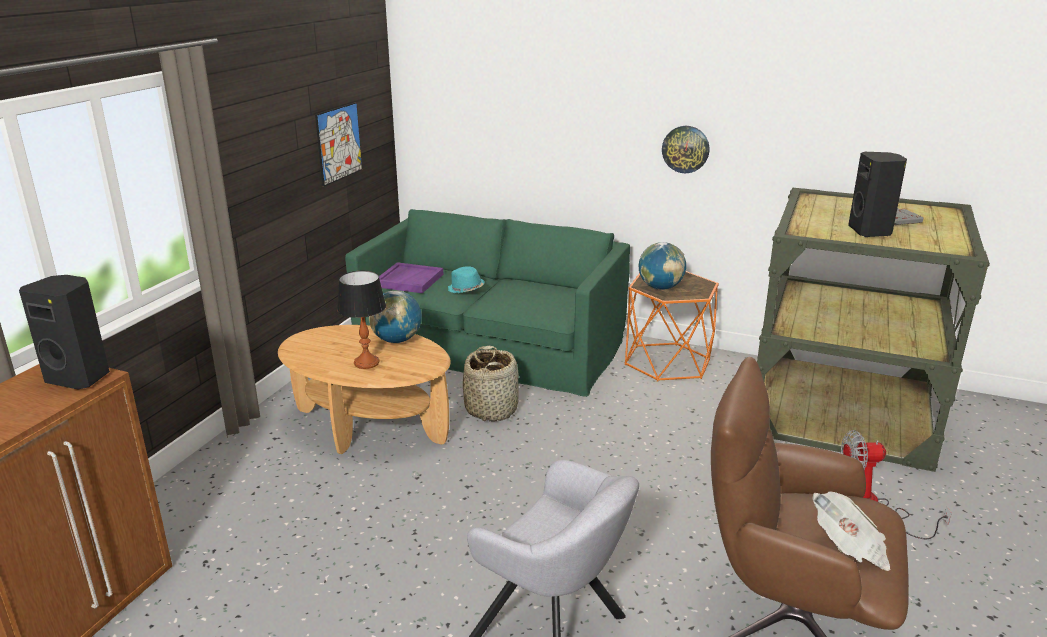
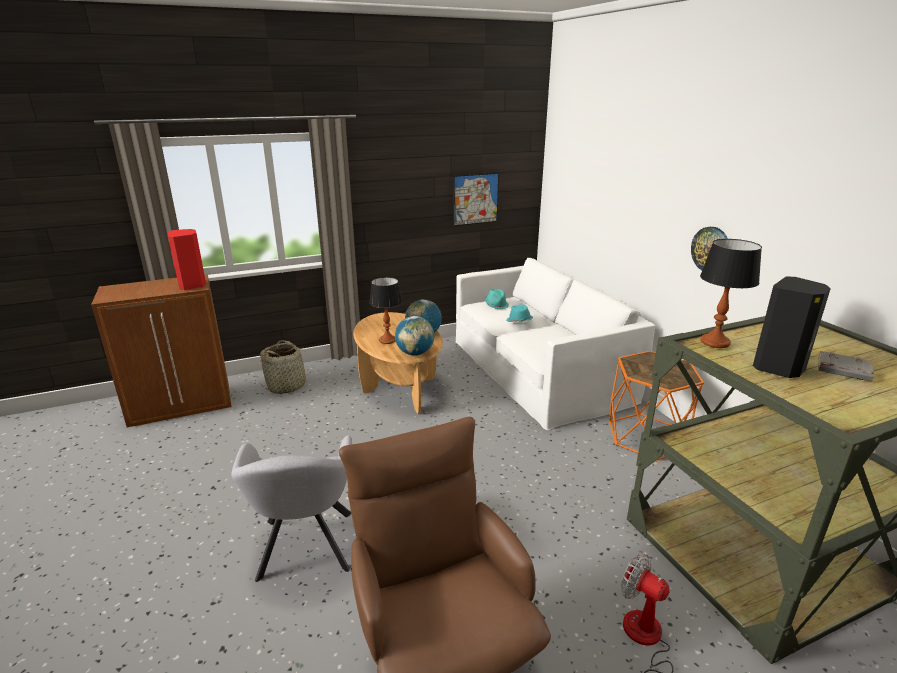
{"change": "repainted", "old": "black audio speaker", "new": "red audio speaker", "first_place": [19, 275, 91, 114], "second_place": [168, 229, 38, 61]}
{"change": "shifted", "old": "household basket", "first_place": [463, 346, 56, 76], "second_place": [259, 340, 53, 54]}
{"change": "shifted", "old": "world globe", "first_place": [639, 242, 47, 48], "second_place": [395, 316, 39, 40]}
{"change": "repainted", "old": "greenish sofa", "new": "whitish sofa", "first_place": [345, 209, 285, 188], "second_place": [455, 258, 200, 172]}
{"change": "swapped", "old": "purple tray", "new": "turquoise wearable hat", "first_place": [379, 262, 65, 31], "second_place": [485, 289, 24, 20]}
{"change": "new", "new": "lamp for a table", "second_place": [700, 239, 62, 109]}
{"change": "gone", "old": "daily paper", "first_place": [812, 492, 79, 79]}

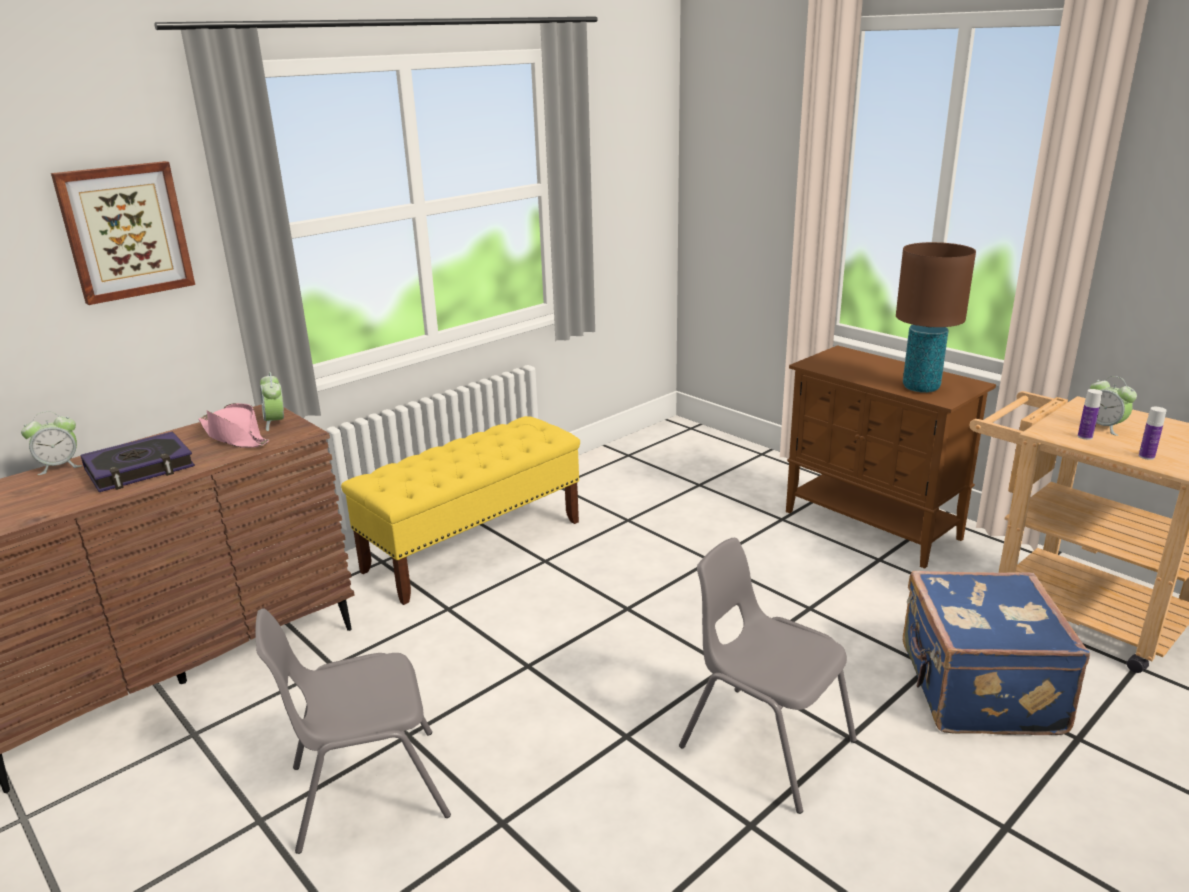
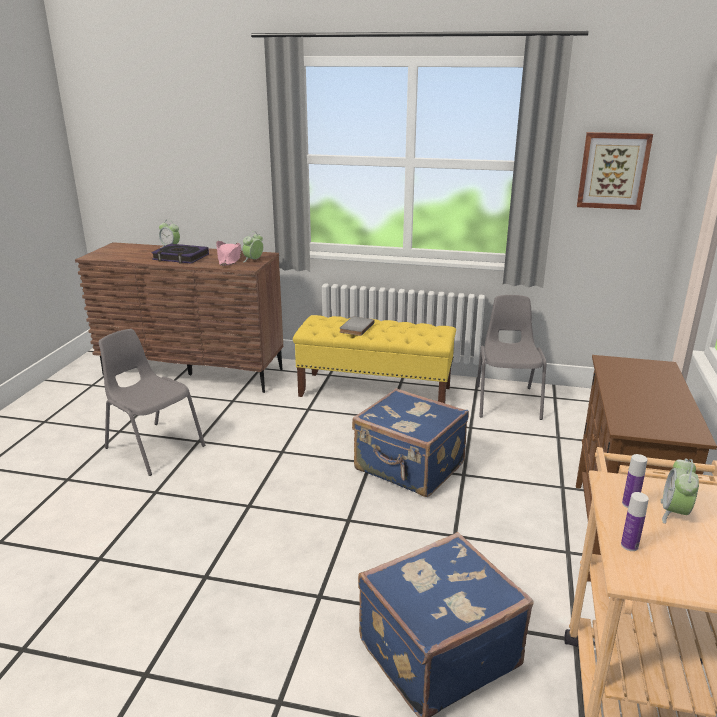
{"change": "new", "new": "greyish book", "second_place": [340, 317, 35, 19]}
{"change": "new", "new": "blue-coloured travel case", "second_place": [352, 388, 117, 109]}
{"change": "shifted", "old": "greyish upright chair", "first_place": [679, 538, 178, 276], "second_place": [476, 295, 70, 125]}
{"change": "shifted", "old": "picture", "first_place": [51, 161, 144, 144], "second_place": [577, 132, 76, 78]}
{"change": "gone", "old": "brownish lamp for a table", "first_place": [896, 242, 80, 151]}

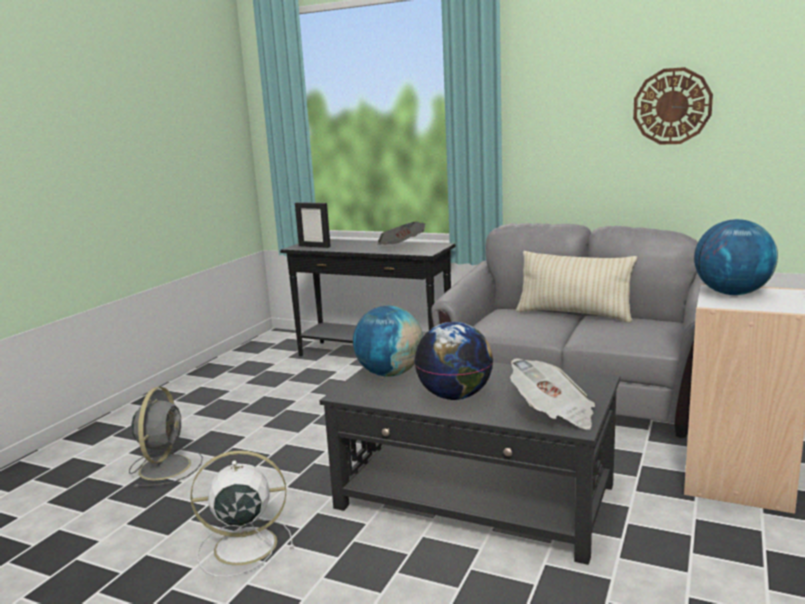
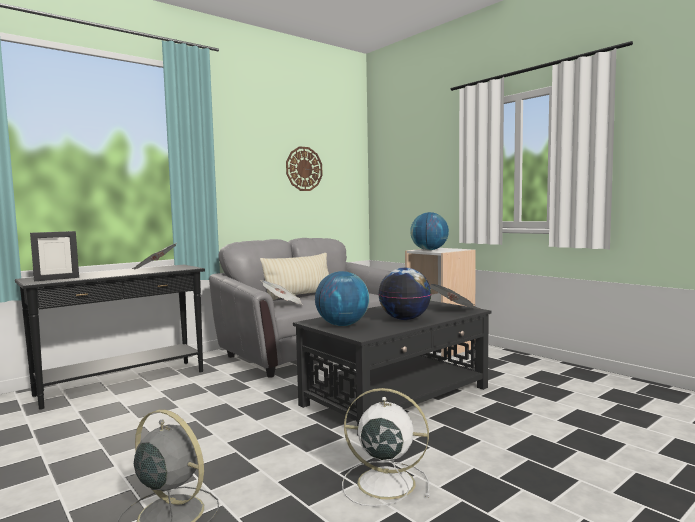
{"change": "new", "new": "daily paper", "second_place": [260, 280, 43, 25]}
{"change": "rotated", "old": "whitish electric fan", "first_place": [190, 450, 104, 127], "second_place": [342, 388, 87, 119], "degrees": 90}

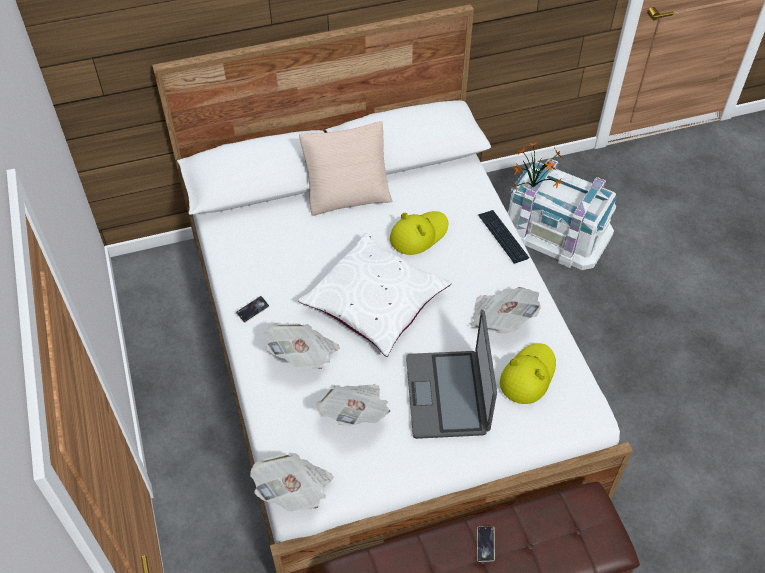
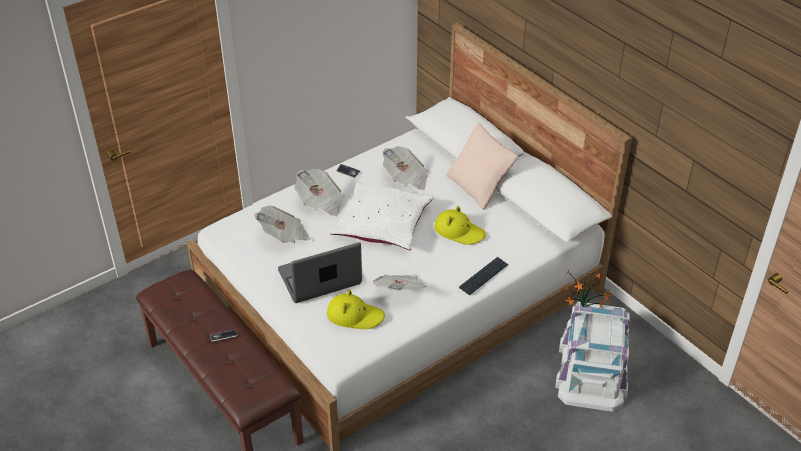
{"change": "shifted", "old": "daily paper", "first_place": [250, 453, 83, 59], "second_place": [383, 147, 45, 43]}

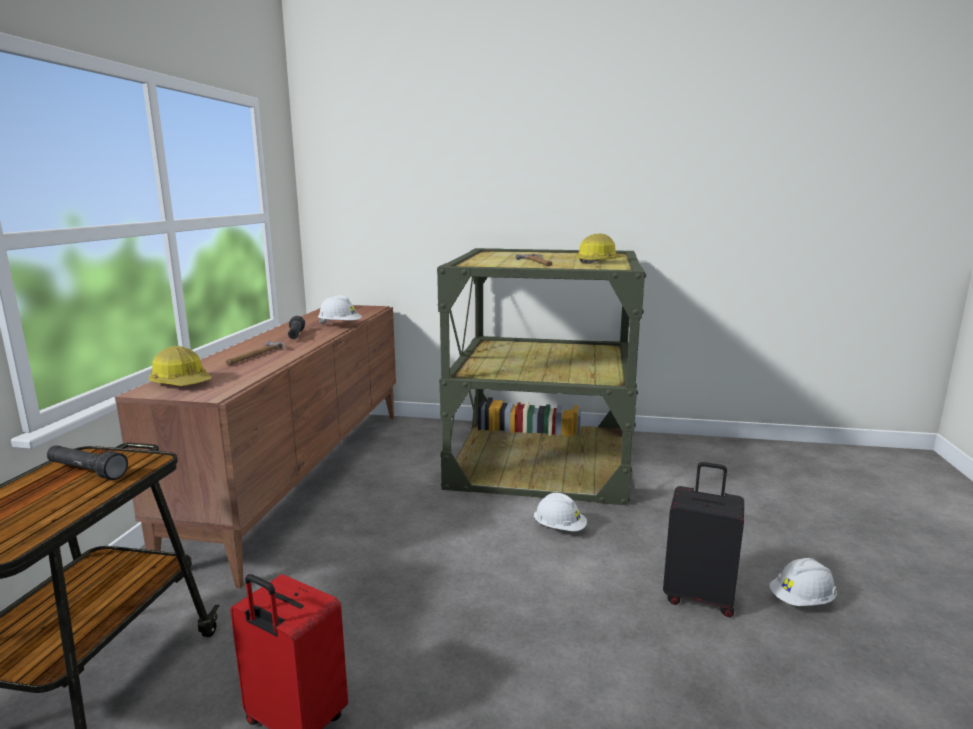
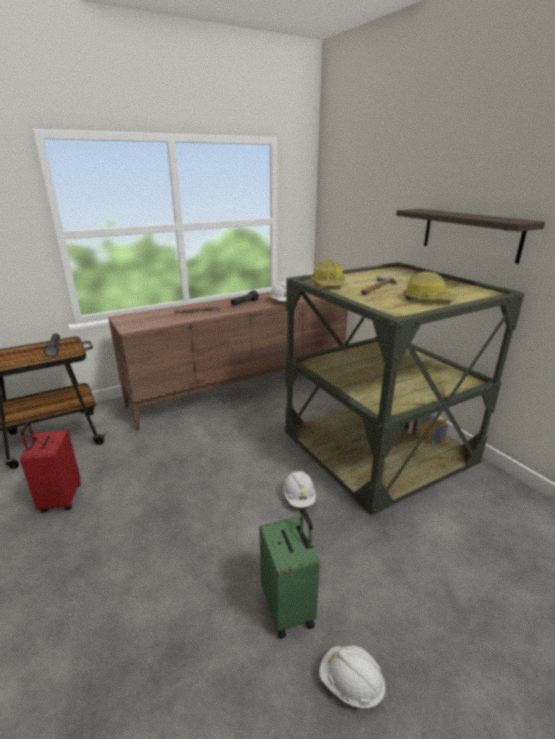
{"change": "repainted", "old": "black travel case", "new": "greenish travel case", "first_place": [663, 462, 81, 155], "second_place": [260, 508, 60, 130]}
{"change": "shifted", "old": "safety helmet", "first_place": [149, 346, 63, 40], "second_place": [311, 259, 34, 27]}
{"change": "new", "new": "wall shelf", "second_place": [396, 209, 149, 55]}

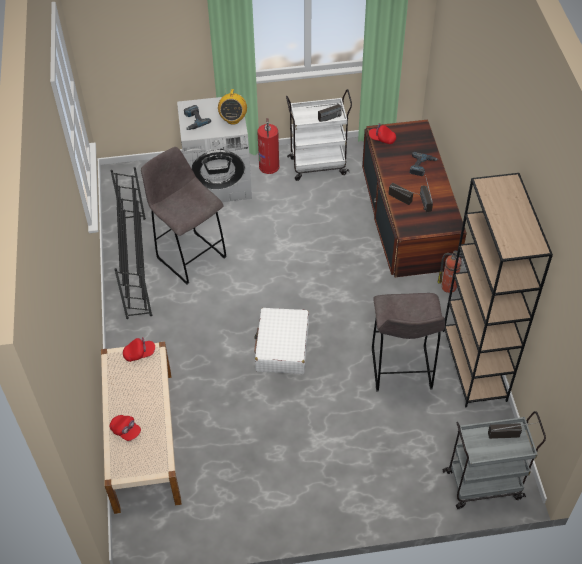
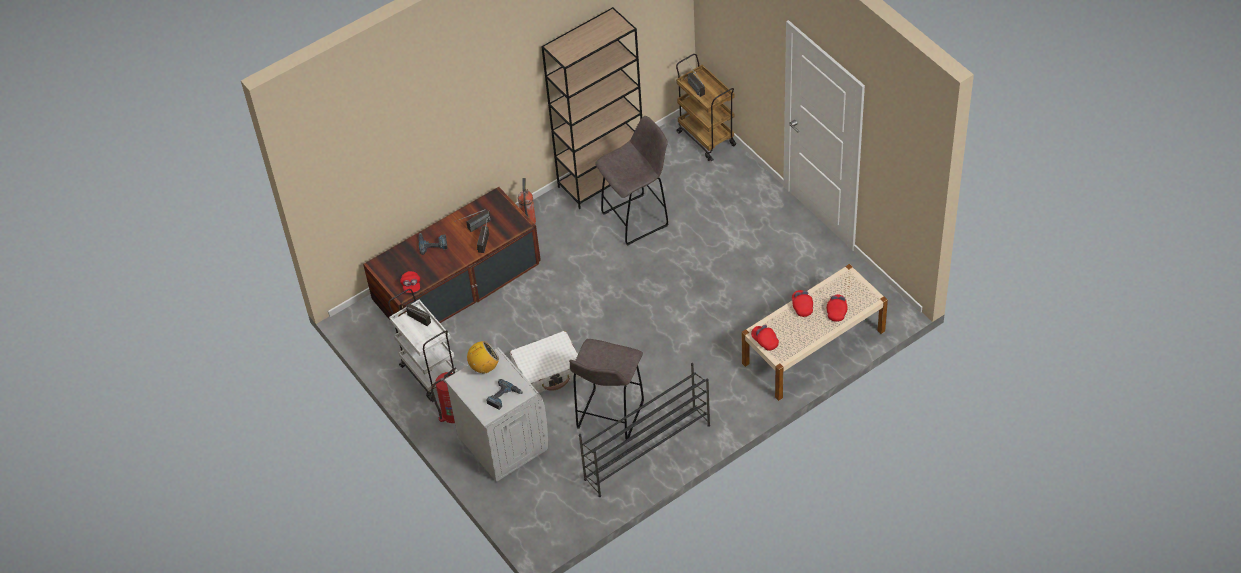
{"change": "shifted", "old": "whitish travel case", "first_place": [254, 308, 55, 66], "second_place": [510, 331, 71, 62]}
{"change": "repainted", "old": "greyish cart", "new": "brownish cart", "first_place": [443, 411, 103, 98], "second_place": [676, 54, 60, 107]}
{"change": "new", "new": "red peaked cap", "second_place": [792, 290, 21, 27]}

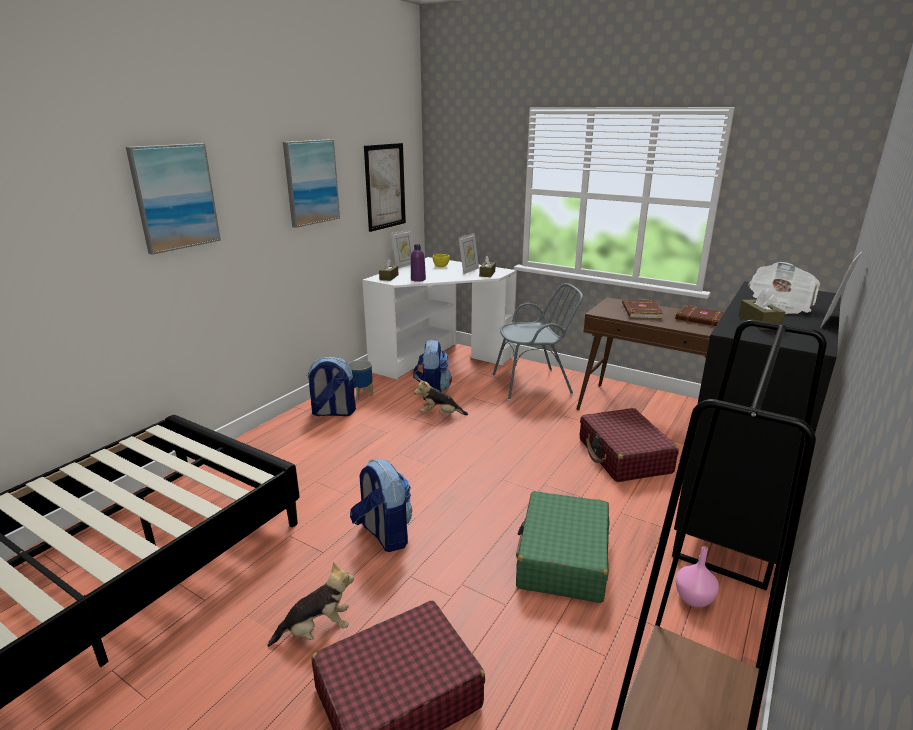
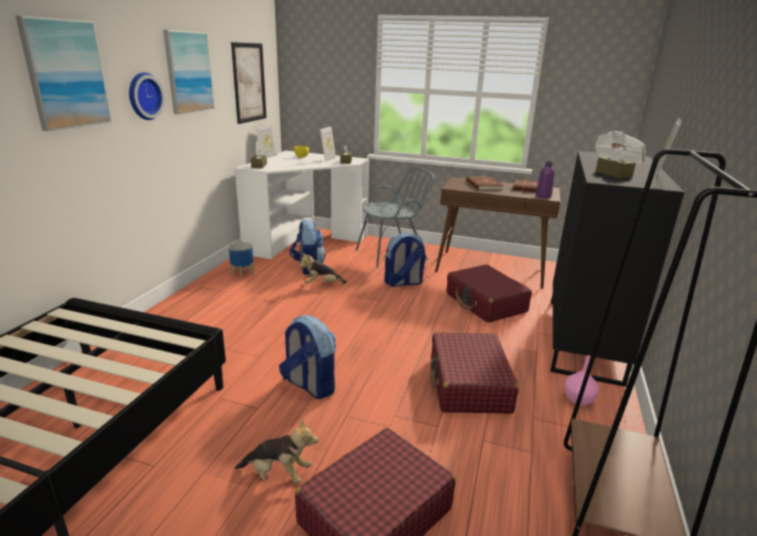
{"change": "new", "new": "hanging clock", "second_place": [129, 72, 36, 48]}
{"change": "rotated", "old": "plush toy", "first_place": [267, 562, 87, 85], "second_place": [234, 417, 85, 66], "degrees": 45}
{"change": "shifted", "old": "rucksack", "first_place": [306, 356, 50, 60], "second_place": [384, 233, 41, 54]}
{"change": "repainted", "old": "greenish travel case", "new": "red travel case", "first_place": [516, 491, 94, 112], "second_place": [430, 333, 89, 81]}
{"change": "shifted", "old": "purple drink bottle", "first_place": [411, 244, 15, 38], "second_place": [536, 161, 19, 37]}

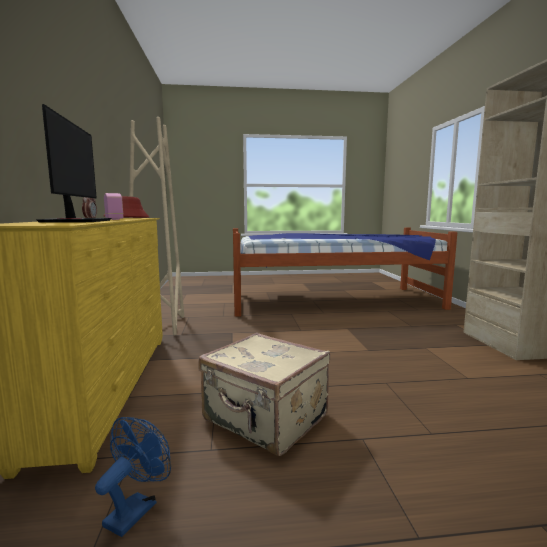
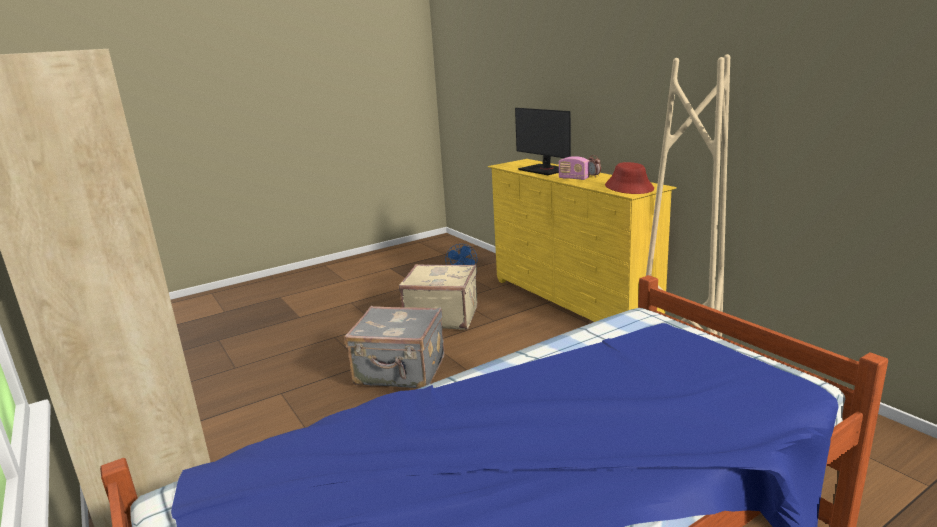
{"change": "new", "new": "greyish travel case", "second_place": [345, 306, 100, 82]}

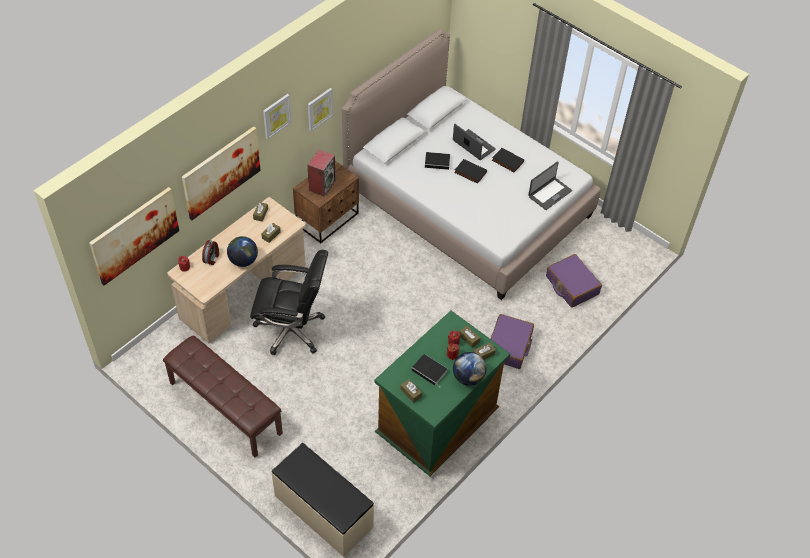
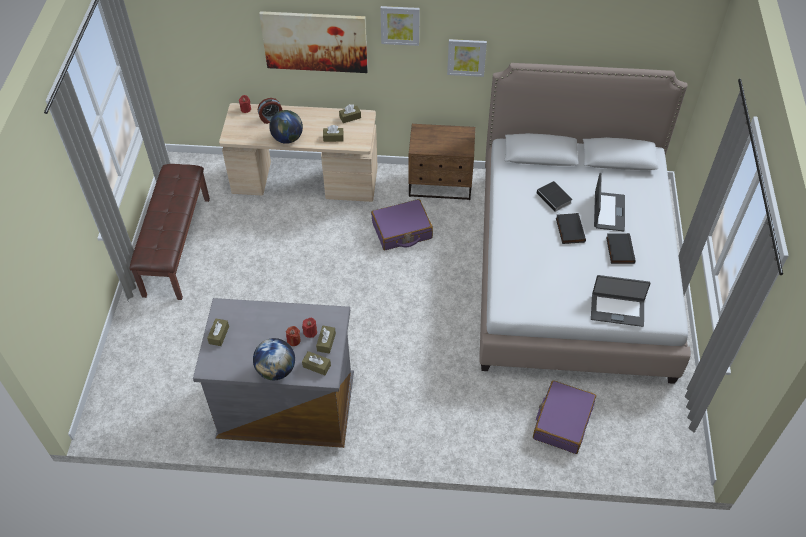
{"change": "repainted", "old": "greenish dresser", "new": "greyish dresser", "first_place": [374, 311, 136, 165], "second_place": [193, 298, 161, 150]}
{"change": "shifted", "old": "purple travel case", "first_place": [491, 314, 43, 55], "second_place": [371, 199, 62, 51]}
{"change": "gone", "old": "picture", "first_place": [89, 187, 90, 98]}
{"change": "gone", "old": "black desk chair", "first_place": [250, 250, 78, 105]}
{"change": "gone", "old": "beige-coloured bench", "first_place": [271, 443, 103, 114]}
{"change": "gone", "old": "audio speaker", "first_place": [308, 150, 28, 47]}
{"change": "gone", "old": "book", "first_place": [411, 354, 36, 32]}

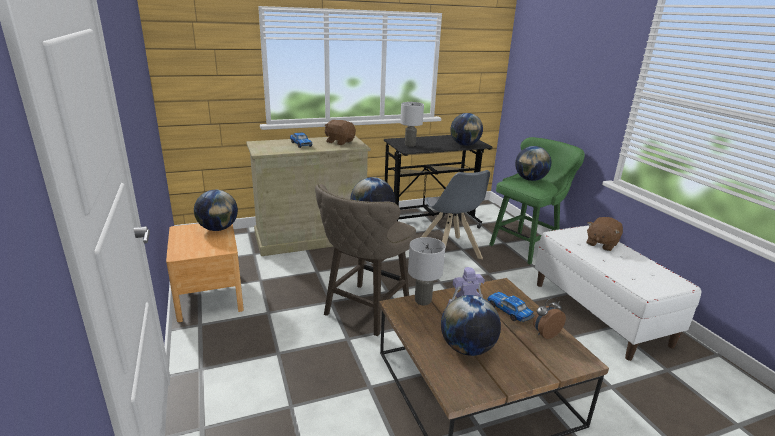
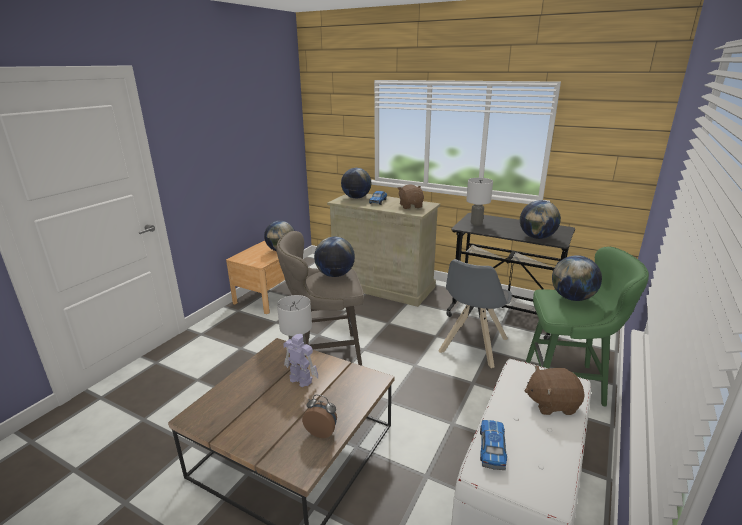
{"change": "shifted", "old": "world globe", "first_place": [441, 295, 60, 61], "second_place": [341, 168, 31, 31]}
{"change": "shifted", "old": "model car", "first_place": [487, 292, 47, 30], "second_place": [480, 420, 27, 50]}

